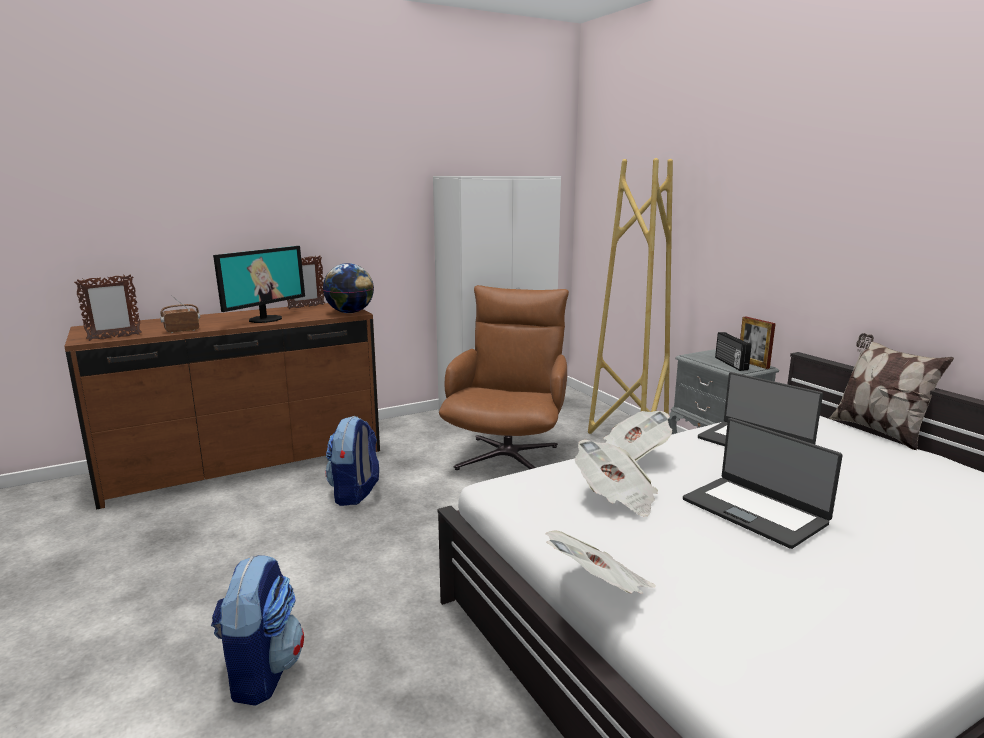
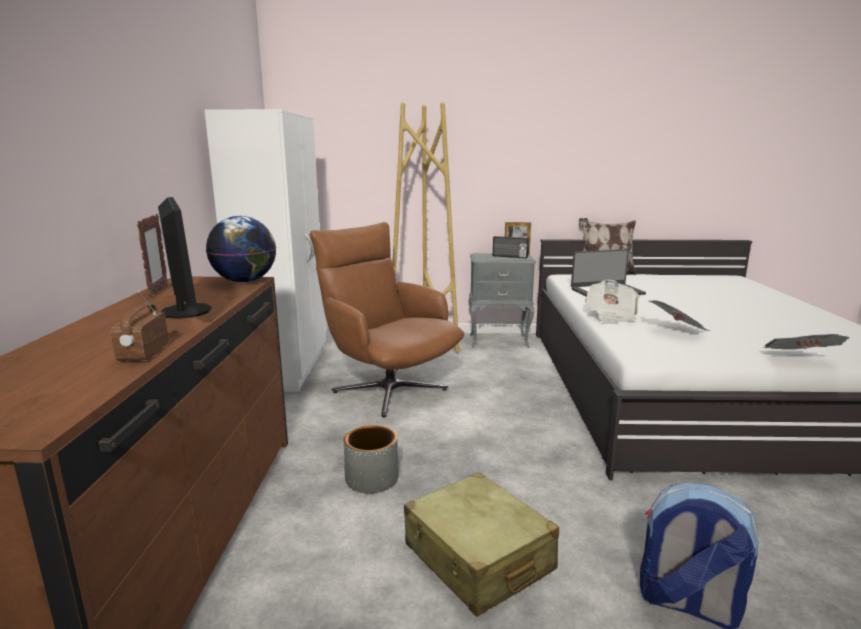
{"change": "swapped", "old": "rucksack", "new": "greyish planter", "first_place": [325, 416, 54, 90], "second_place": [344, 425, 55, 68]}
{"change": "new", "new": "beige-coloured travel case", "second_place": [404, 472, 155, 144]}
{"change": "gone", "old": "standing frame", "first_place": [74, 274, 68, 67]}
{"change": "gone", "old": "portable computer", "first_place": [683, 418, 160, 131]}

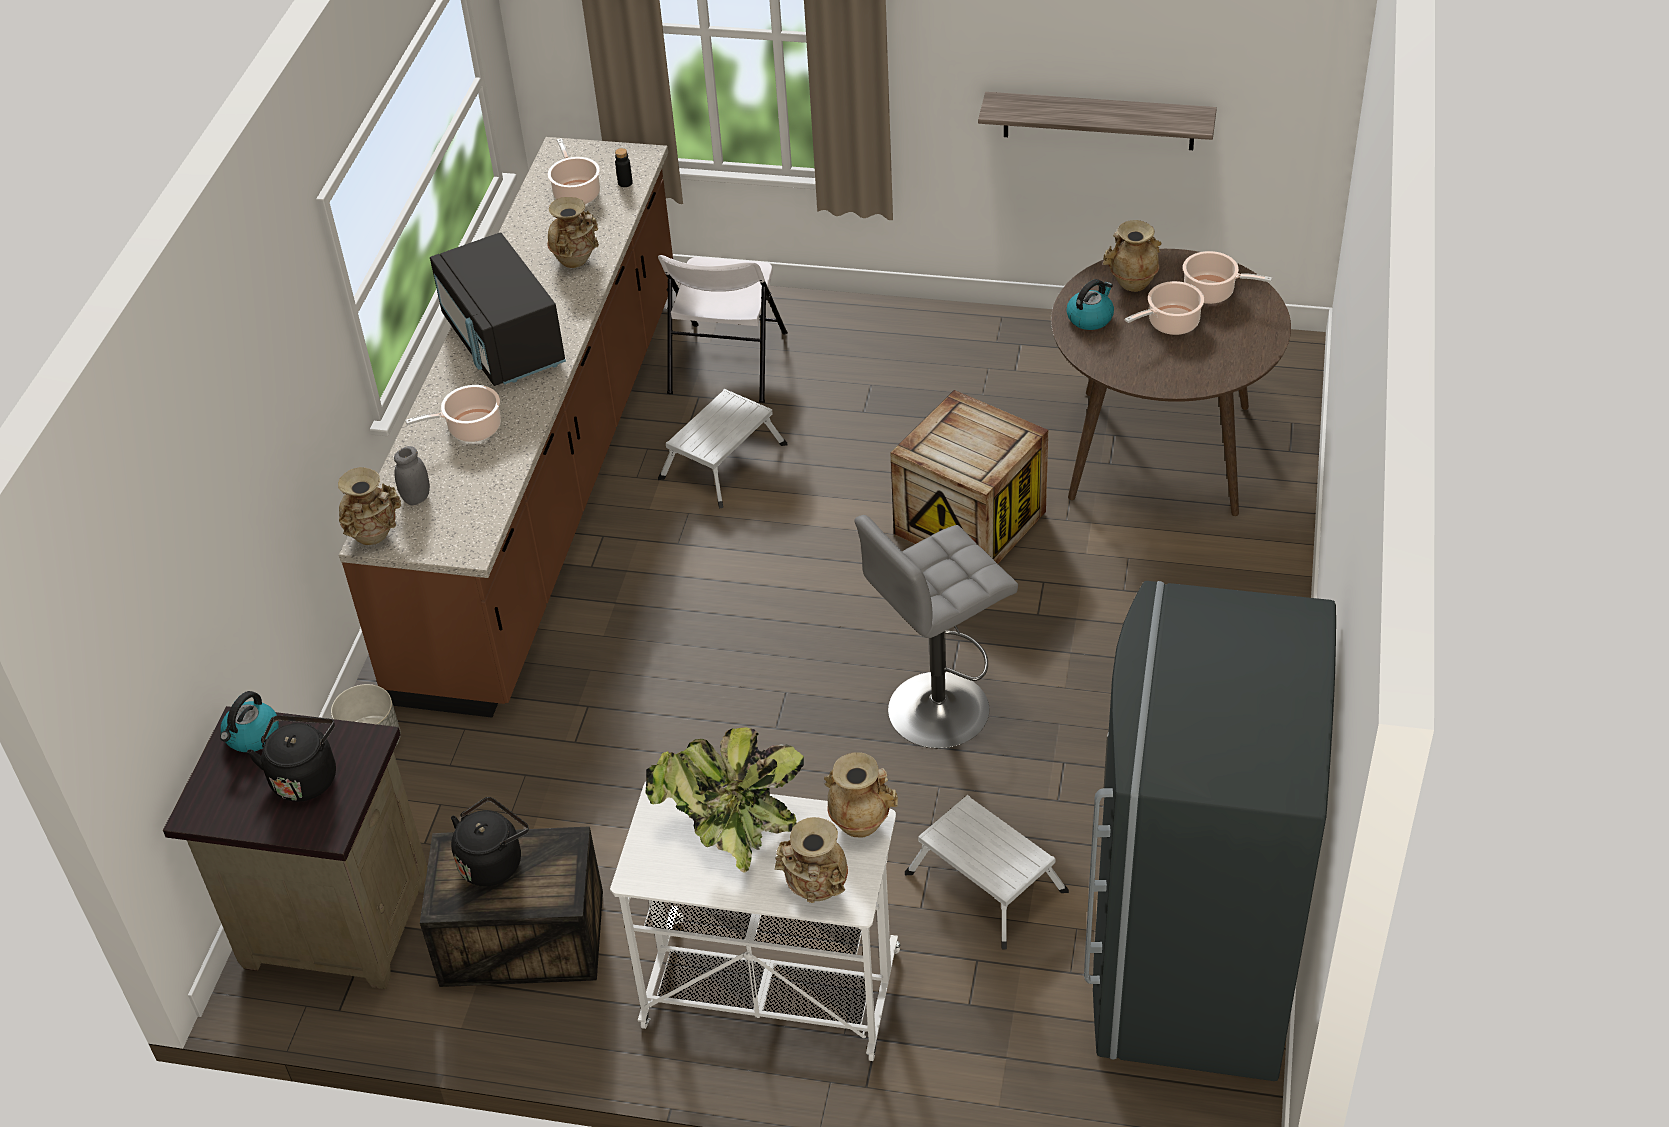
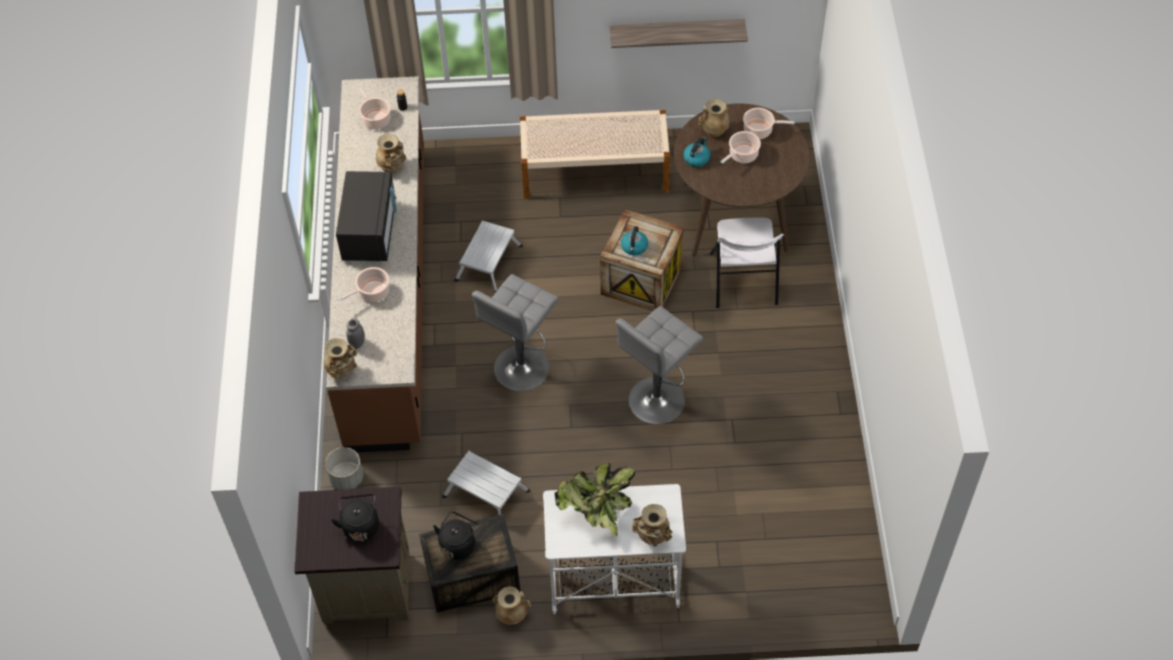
{"change": "rotated", "old": "black microwave oven", "first_place": [430, 232, 136, 154], "second_place": [336, 171, 61, 91], "degrees": -135}
{"change": "shifted", "old": "whitish stepladder", "first_place": [905, 795, 164, 154], "second_place": [442, 451, 89, 64]}
{"change": "new", "new": "greyish sitting stool", "second_place": [472, 274, 87, 117]}
{"change": "shifted", "old": "beige-coloured decorative vase", "first_place": [824, 752, 74, 86], "second_place": [492, 586, 39, 39]}
{"change": "new", "new": "beige-coloured bench", "second_place": [520, 109, 150, 90]}
{"change": "shifted", "old": "water kettle", "first_place": [220, 691, 59, 61], "second_place": [621, 226, 27, 29]}
{"change": "shifted", "old": "whitish upright chair", "first_place": [658, 255, 130, 148], "second_place": [710, 218, 74, 90]}
{"change": "gone", "old": "greyish kitchen fridge", "first_place": [1084, 581, 252, 500]}

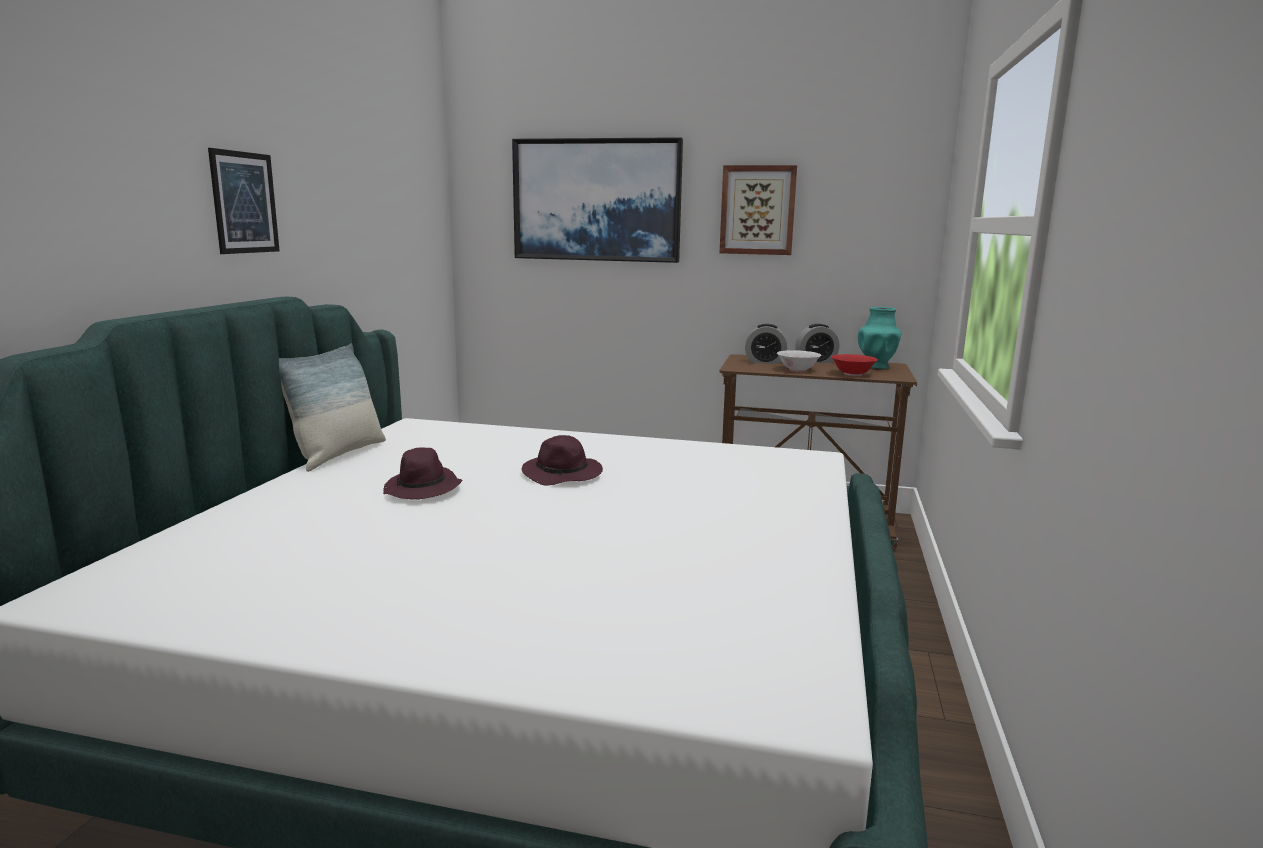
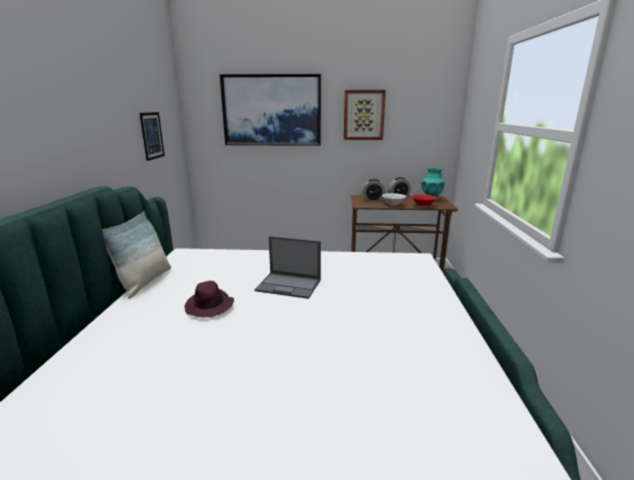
{"change": "shifted", "old": "picture", "first_place": [208, 148, 72, 106], "second_place": [139, 112, 26, 49]}
{"change": "swapped", "old": "purple wearable hat", "new": "portable computer", "first_place": [522, 435, 81, 51], "second_place": [254, 236, 67, 63]}

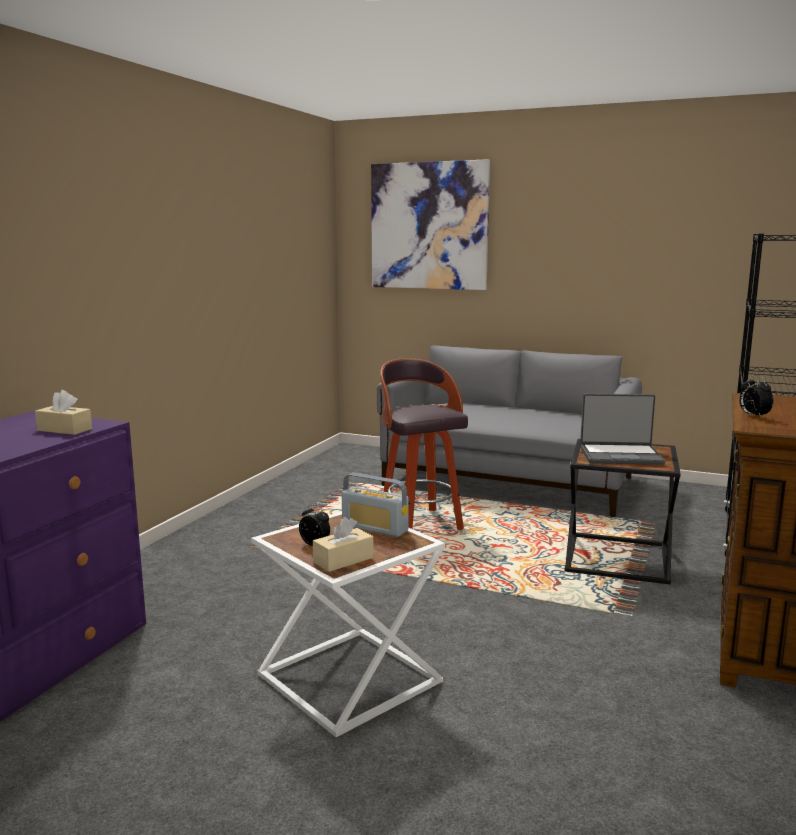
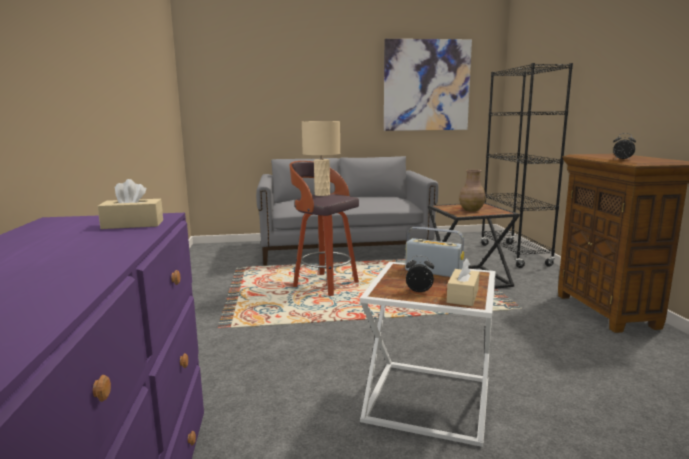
{"change": "new", "new": "beige-coloured lamp for a table", "second_place": [302, 121, 38, 75]}
{"change": "shifted", "old": "picture", "first_place": [371, 159, 119, 131], "second_place": [384, 39, 88, 92]}
{"change": "rotated", "old": "radio", "first_place": [342, 473, 67, 64], "second_place": [405, 227, 59, 50], "degrees": -150}
{"change": "swapped", "old": "portable computer", "new": "brownish decorative vase", "first_place": [580, 394, 85, 71], "second_place": [459, 170, 27, 42]}

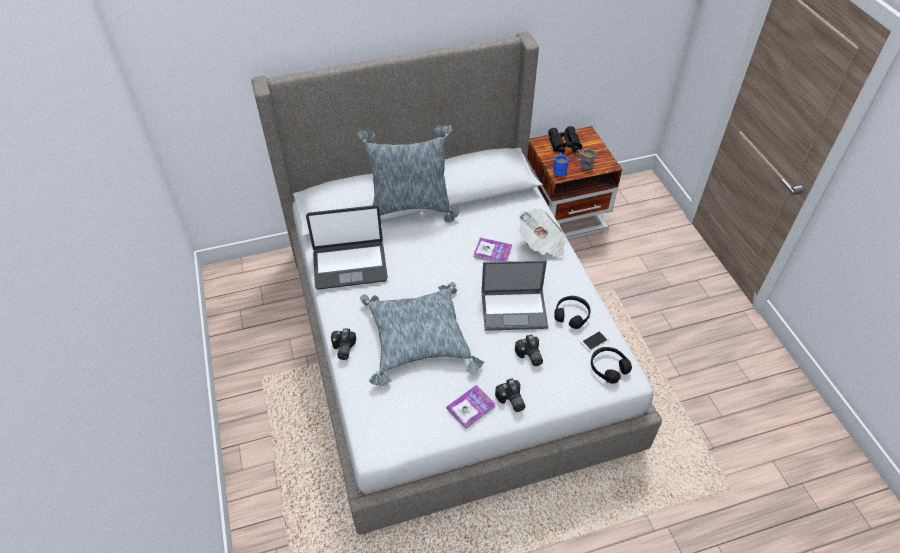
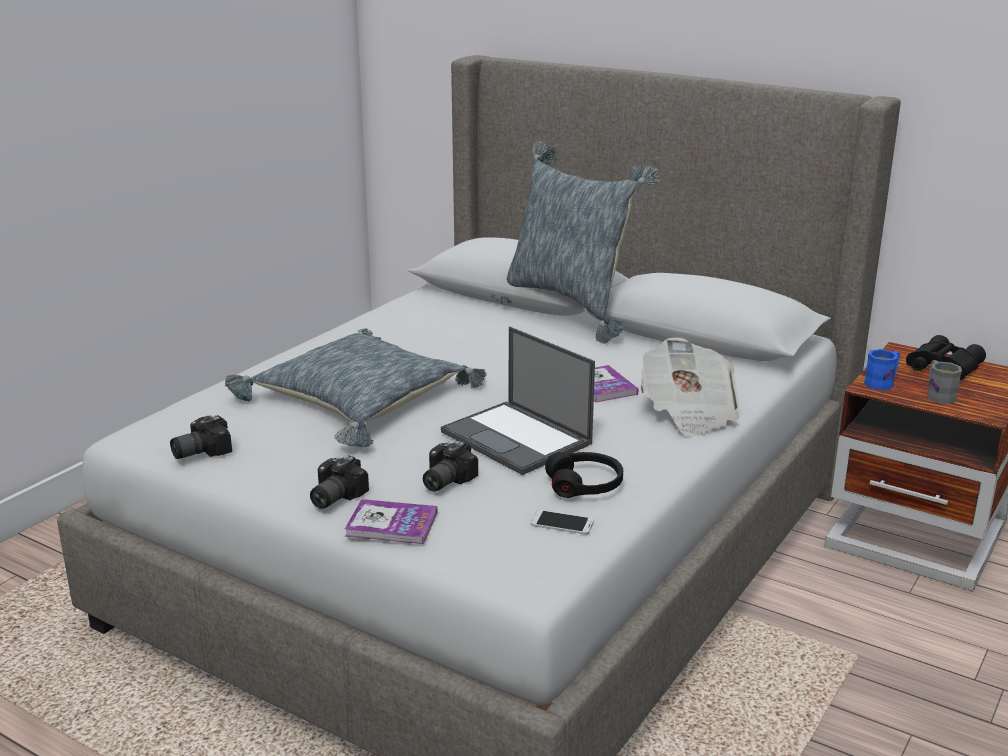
{"change": "shifted", "old": "still camera", "first_place": [331, 328, 25, 32], "second_place": [170, 415, 62, 44]}
{"change": "shifted", "old": "book", "first_place": [446, 385, 50, 44], "second_place": [345, 499, 92, 45]}
{"change": "gone", "old": "portable computer", "first_place": [306, 205, 82, 84]}
{"change": "gone", "old": "black headset", "first_place": [591, 347, 41, 37]}

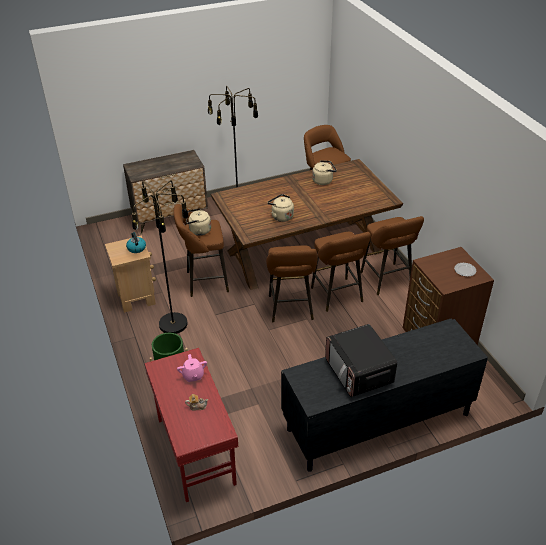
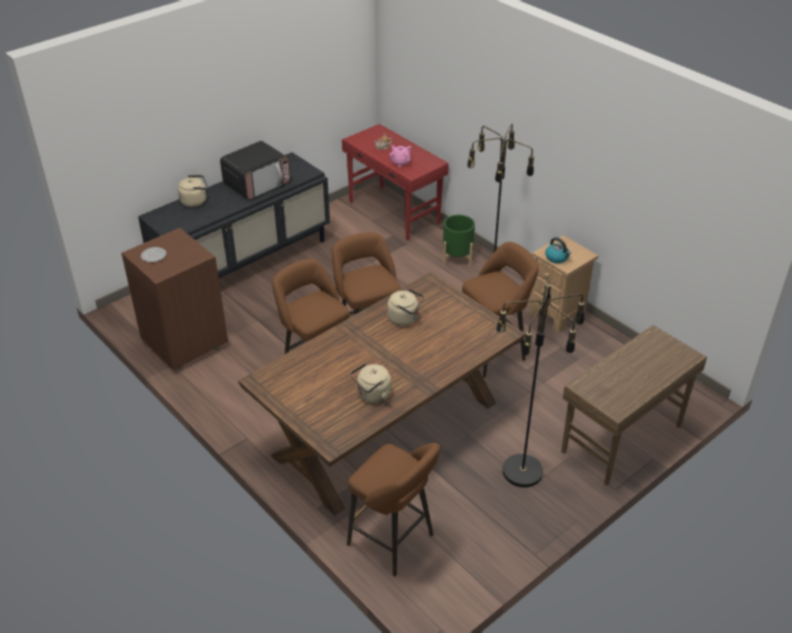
{"change": "shifted", "old": "beige-coloured water kettle", "first_place": [186, 208, 25, 28], "second_place": [178, 175, 30, 32]}
{"change": "rotated", "old": "microwave oven", "first_place": [325, 324, 72, 73], "second_place": [220, 141, 71, 59], "degrees": 90}
{"change": "swapped", "old": "dresser", "new": "brownish narrow table", "first_place": [123, 150, 85, 84], "second_place": [561, 325, 146, 161]}
{"change": "gone", "old": "brownish sitting stool", "first_place": [360, 216, 64, 79]}

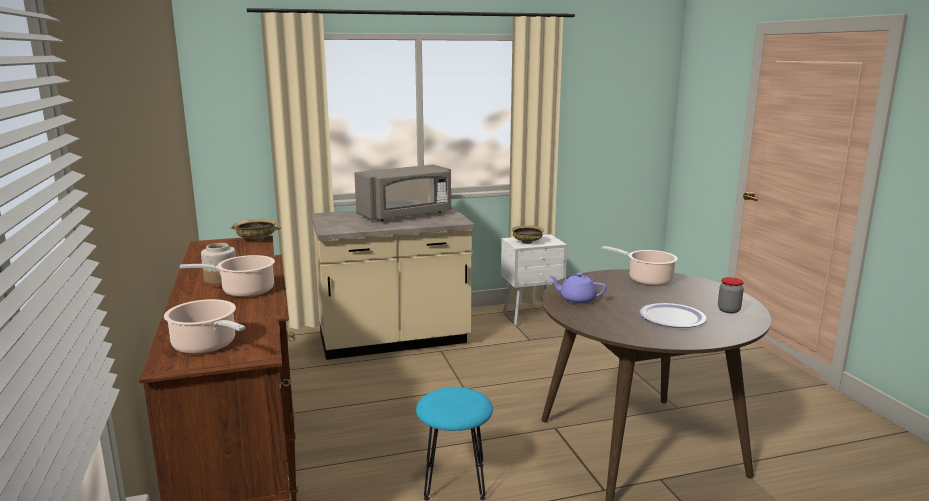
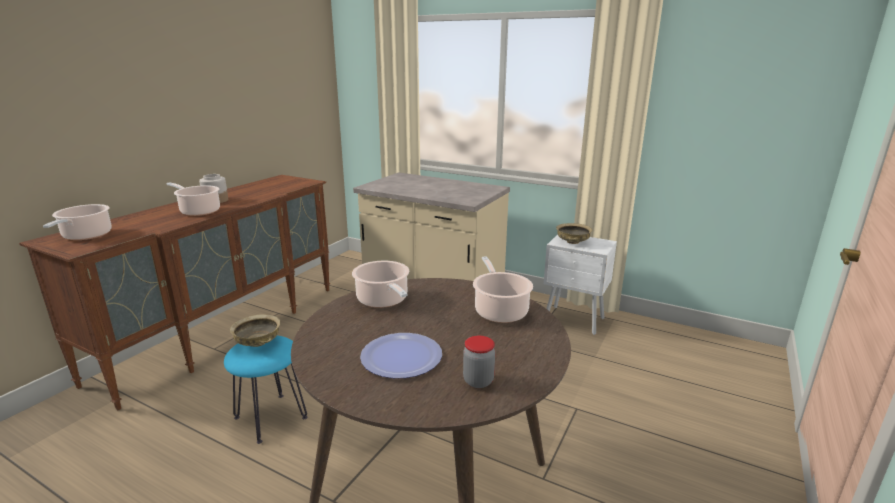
{"change": "shifted", "old": "beige-coloured bowl", "first_place": [230, 219, 51, 23], "second_place": [230, 314, 50, 33]}
{"change": "swapped", "old": "purple pot for tea", "new": "stockpot", "first_place": [550, 272, 56, 32], "second_place": [352, 261, 57, 47]}
{"change": "gone", "old": "greyish microwave oven", "first_place": [354, 164, 97, 57]}

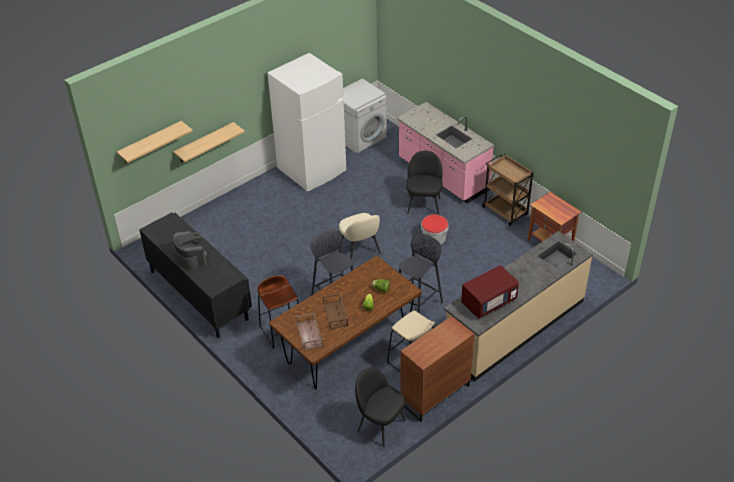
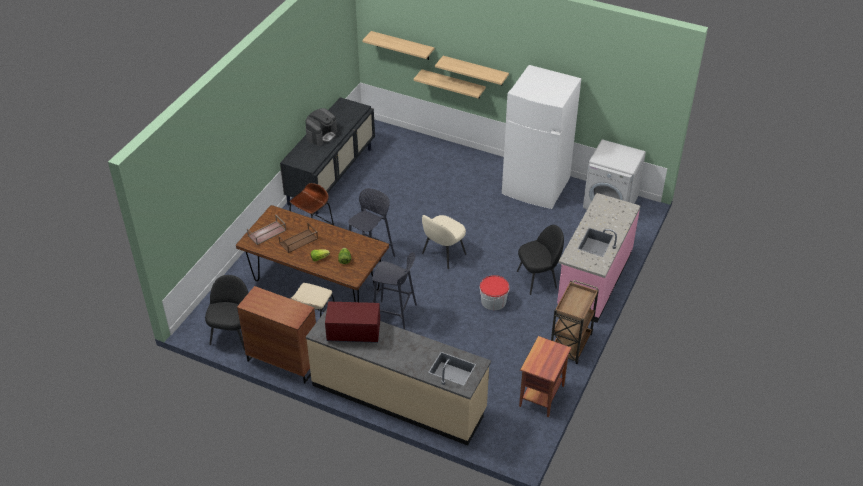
{"change": "rotated", "old": "red microwave oven", "first_place": [461, 265, 58, 53], "second_place": [325, 302, 55, 41], "degrees": 150}
{"change": "new", "new": "wall shelf", "second_place": [435, 56, 74, 29]}

